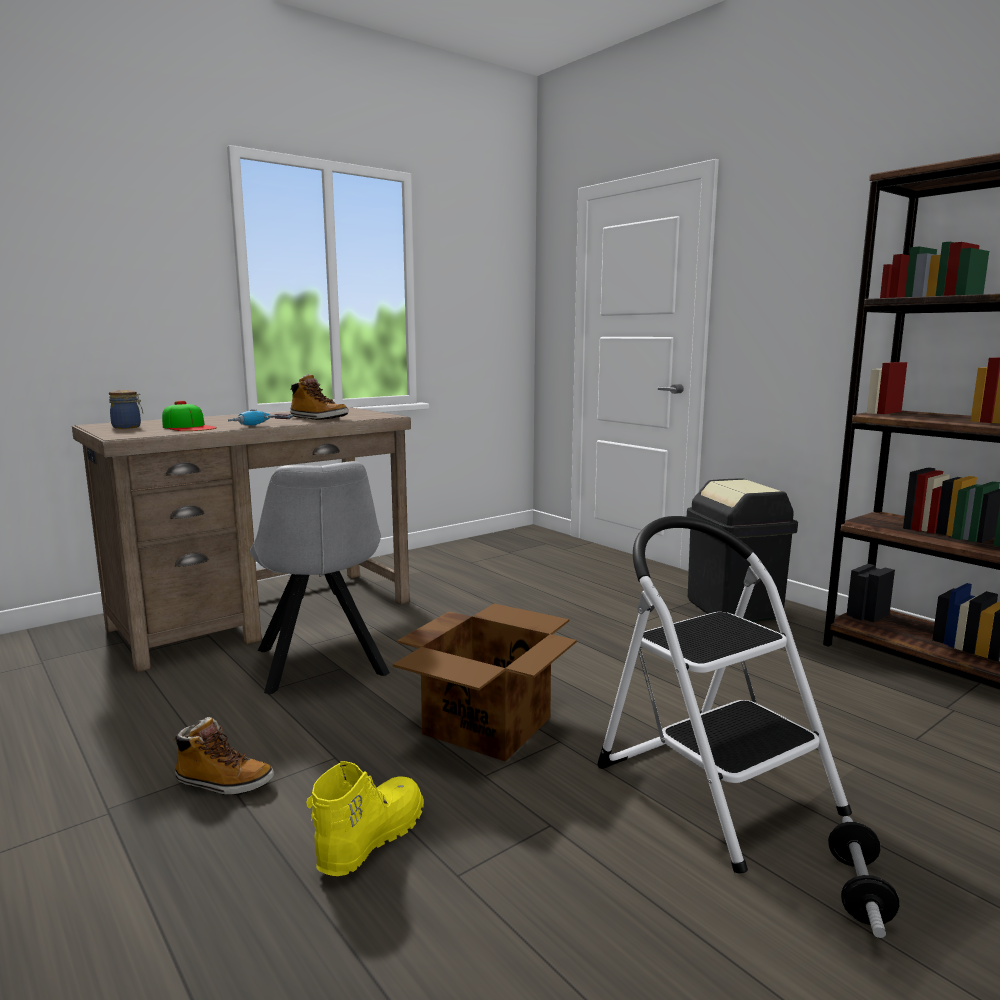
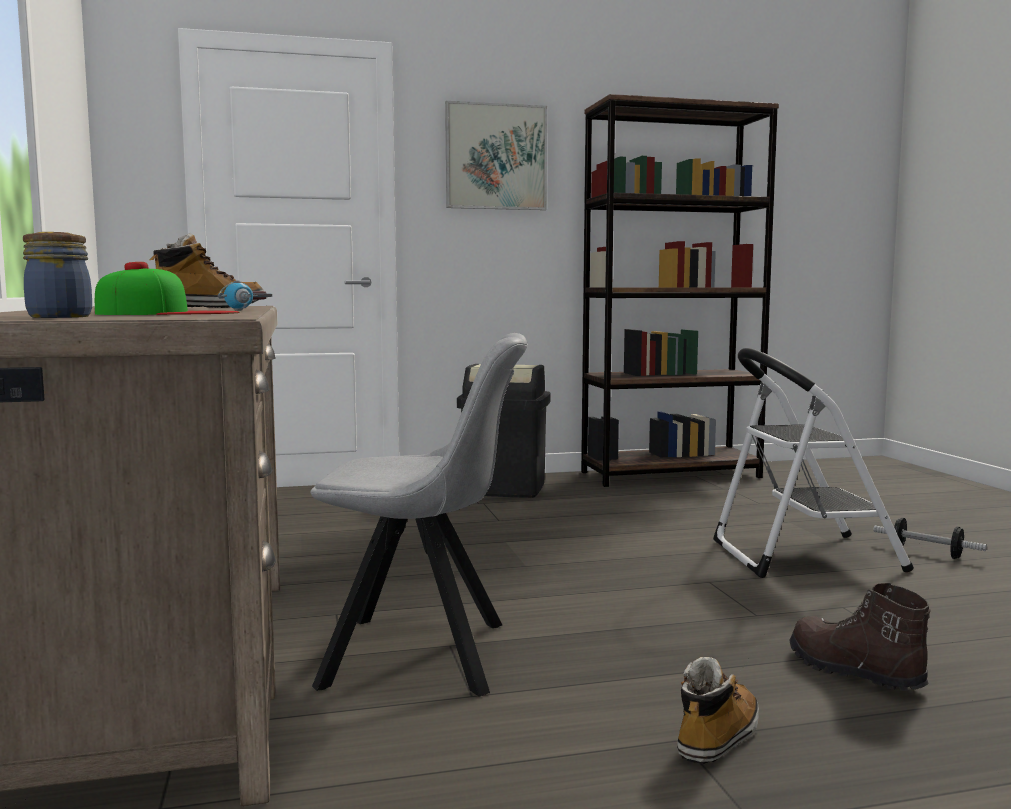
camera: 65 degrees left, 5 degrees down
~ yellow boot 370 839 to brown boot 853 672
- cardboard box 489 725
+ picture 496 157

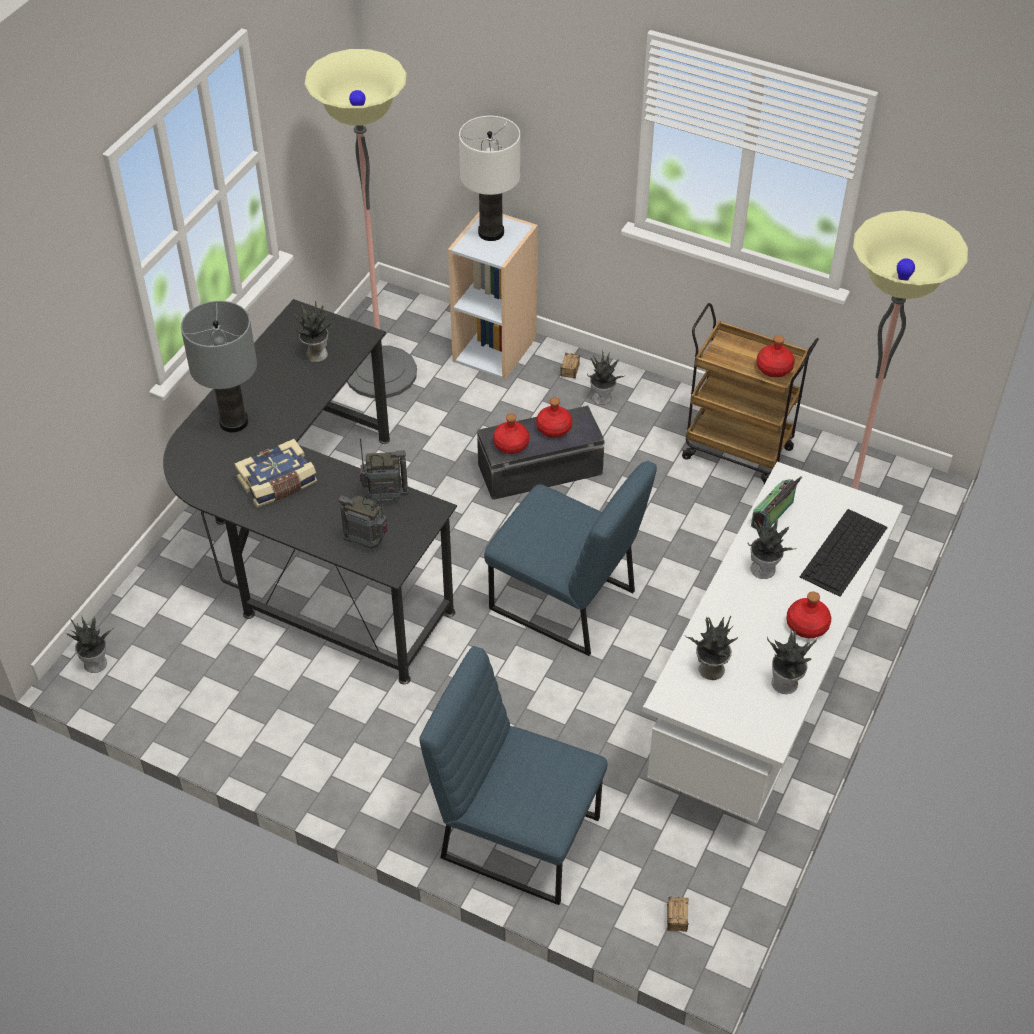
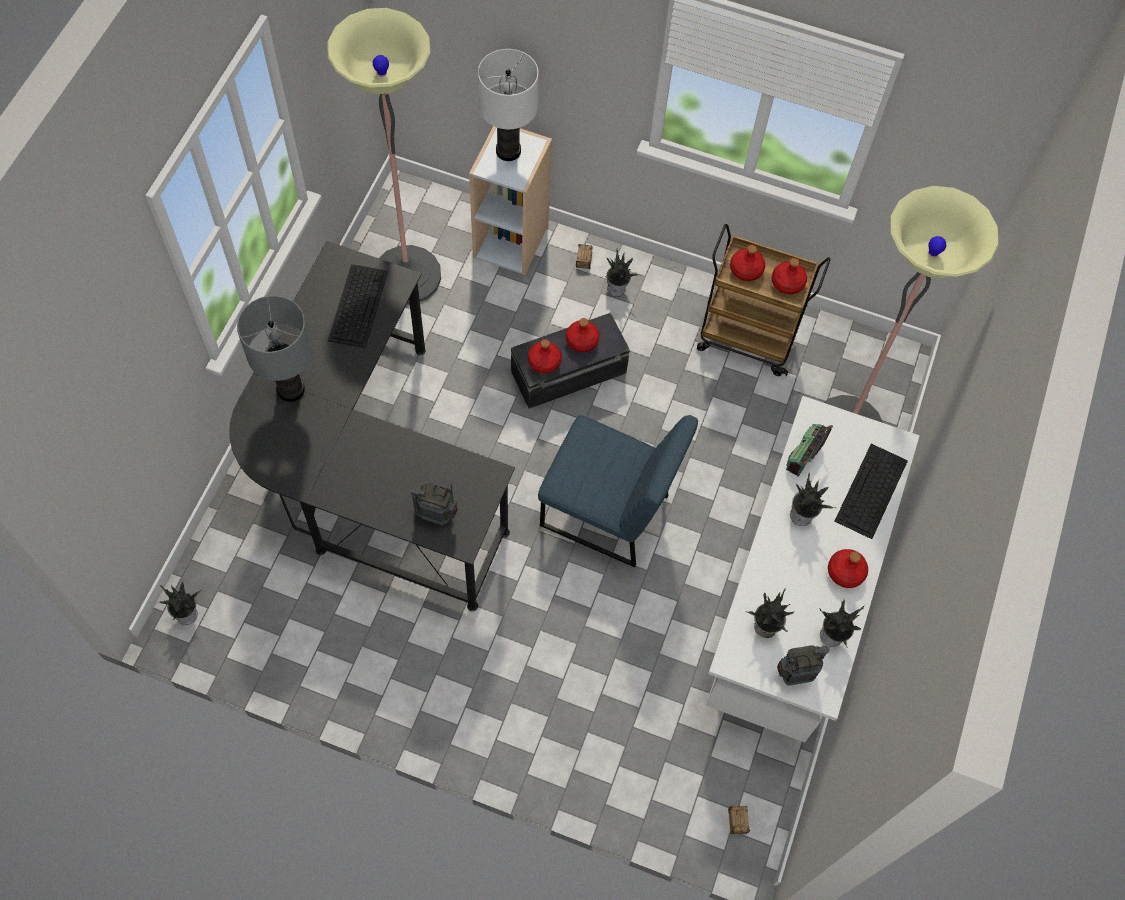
camera: 10 degrees left, 15 degrees up
- book 278 484
~ potted plant 316 354 to keyboard 358 304
~ radio 385 497 to 795 675
- blue chair 516 835
+ red bottle 746 269

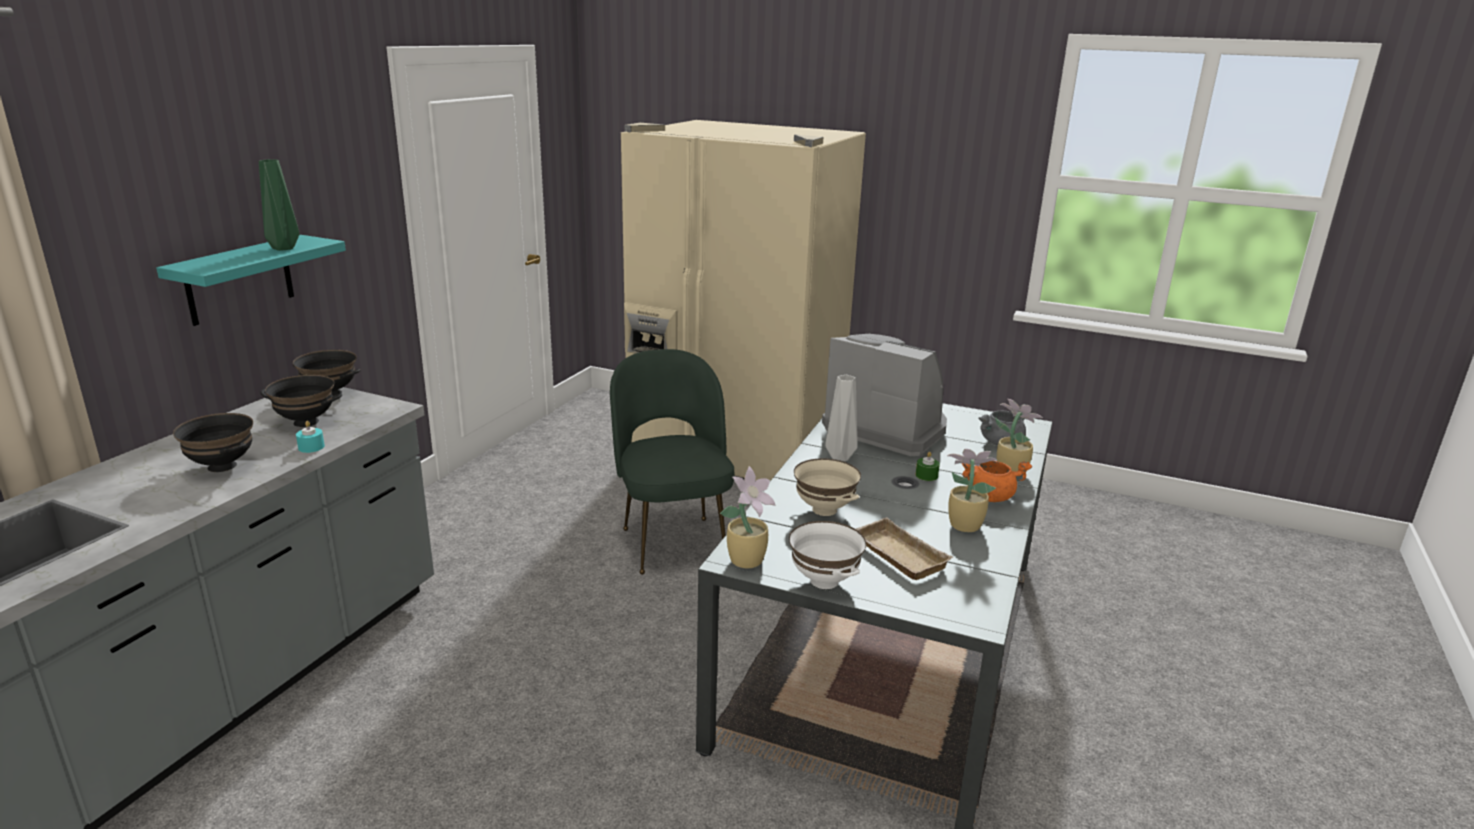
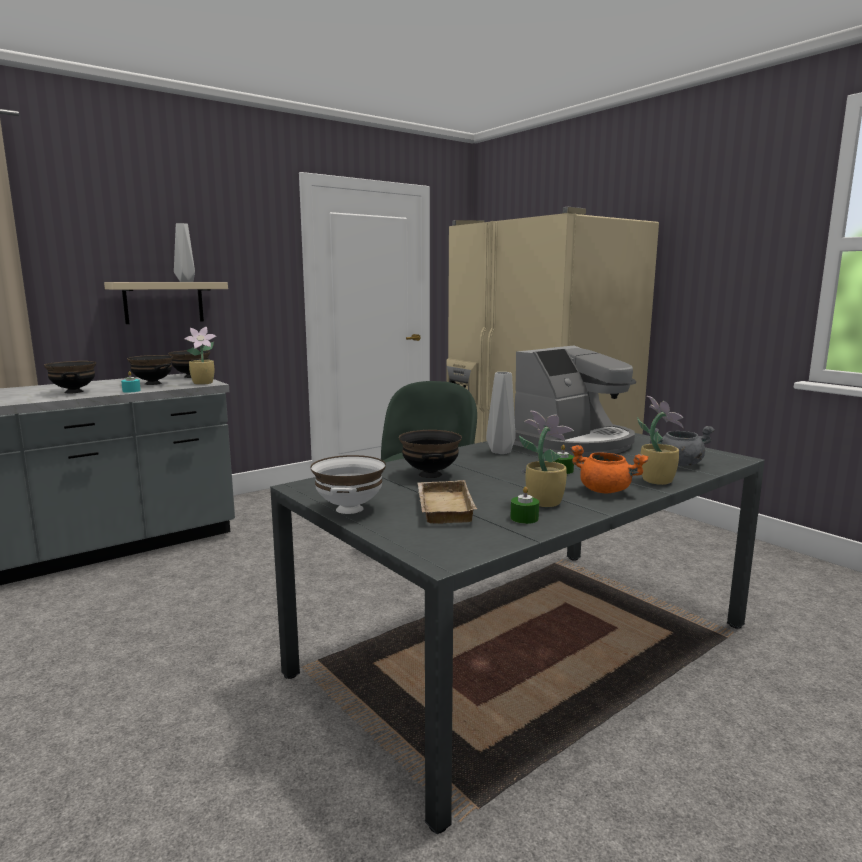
camera: 30 degrees right, 10 degrees down
~ turquoise shelf 239 280 to beige shelf 163 302
~ green vase 285 248 to grey vase 187 281
~ potted plant 748 560 to 204 383
~ beige bowl 823 510 to black bowl 429 474
~ coffee machine 886 429 = 574 443 75 degrees clockwise
+ green candle 524 518

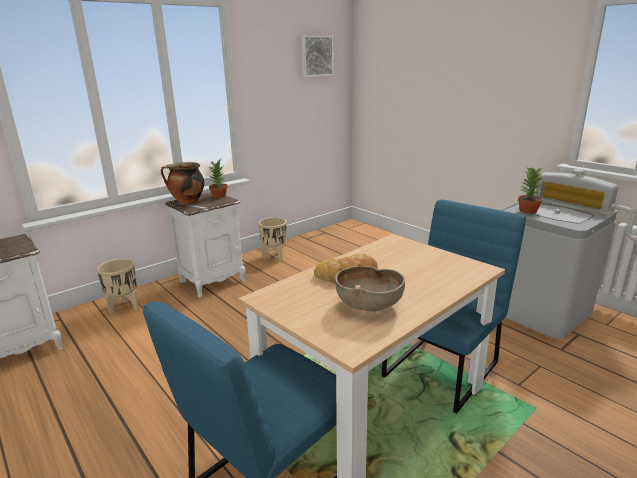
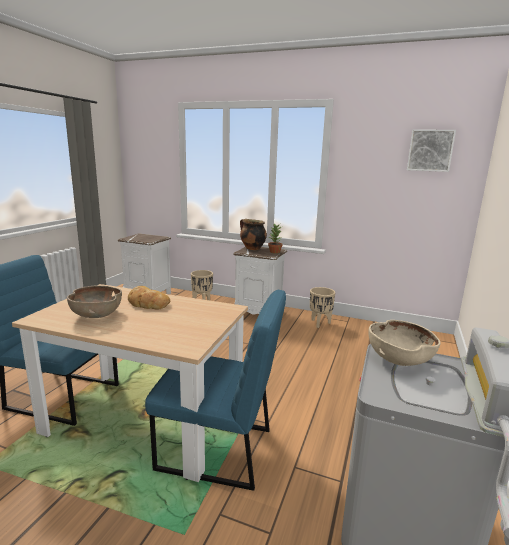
camera: 60 degrees right, 5 degrees down
~ potted plant 527 211 to beige bowl 399 359

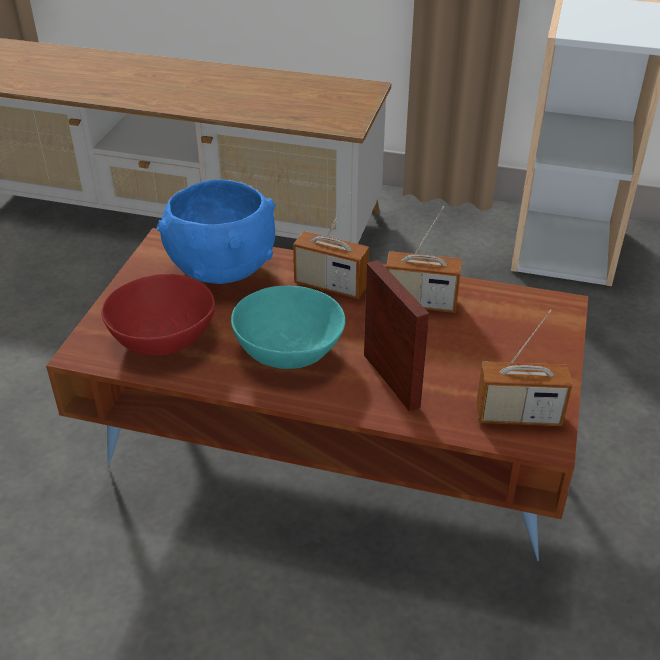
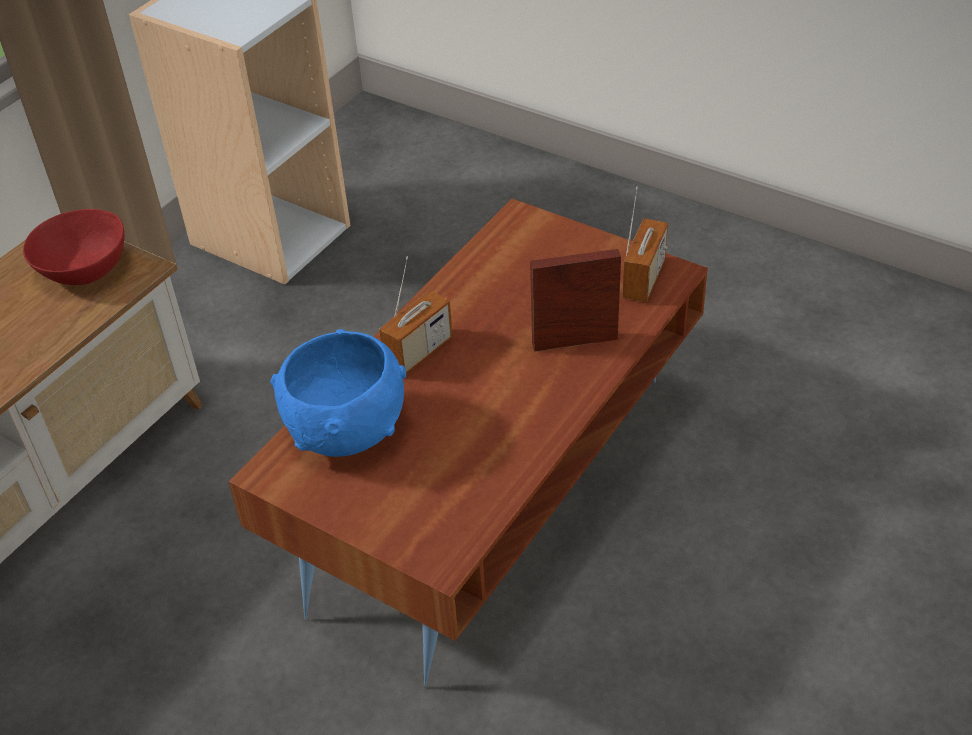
camera: 70 degrees left, 5 degrees up
~ red bowl 162 337 to 83 268
- turquoise bowl 289 350
- radio 420 303

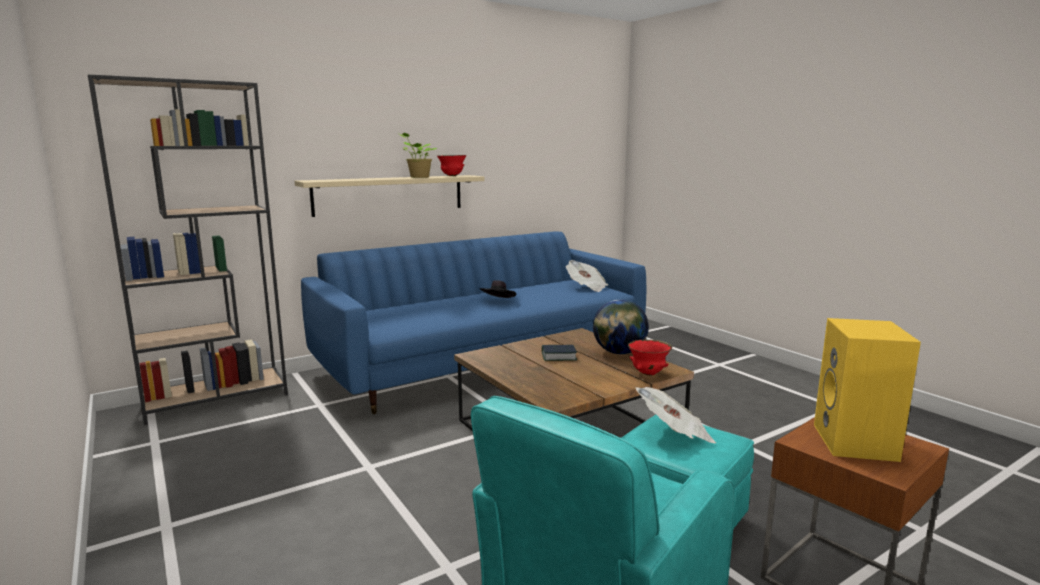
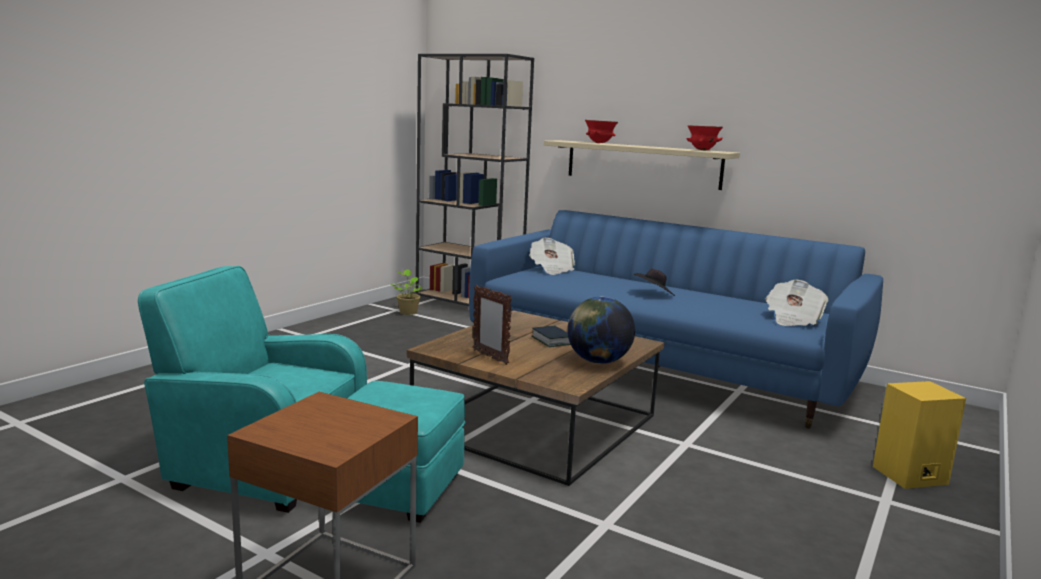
camera: 65 degrees right, 0 degrees up
~ potted plant 418 177 to 408 312
~ red bowl 648 373 to 599 143
~ newspaper 674 434 to 551 269
~ yellow speaker 857 443 to 909 476
+ picture frame 490 357

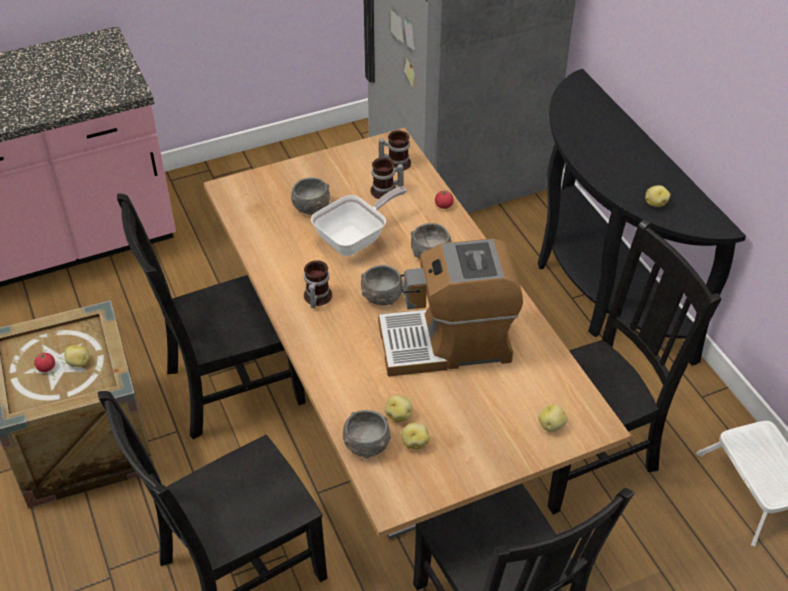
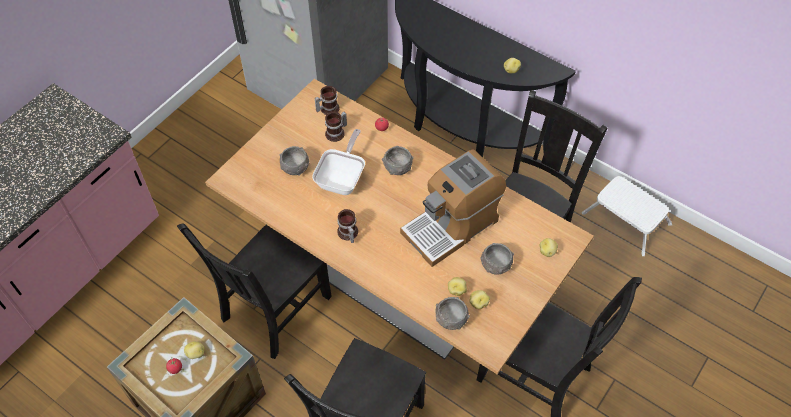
camera: 30 degrees left, 10 degrees up
~ grey bowl 382 296 to 496 265

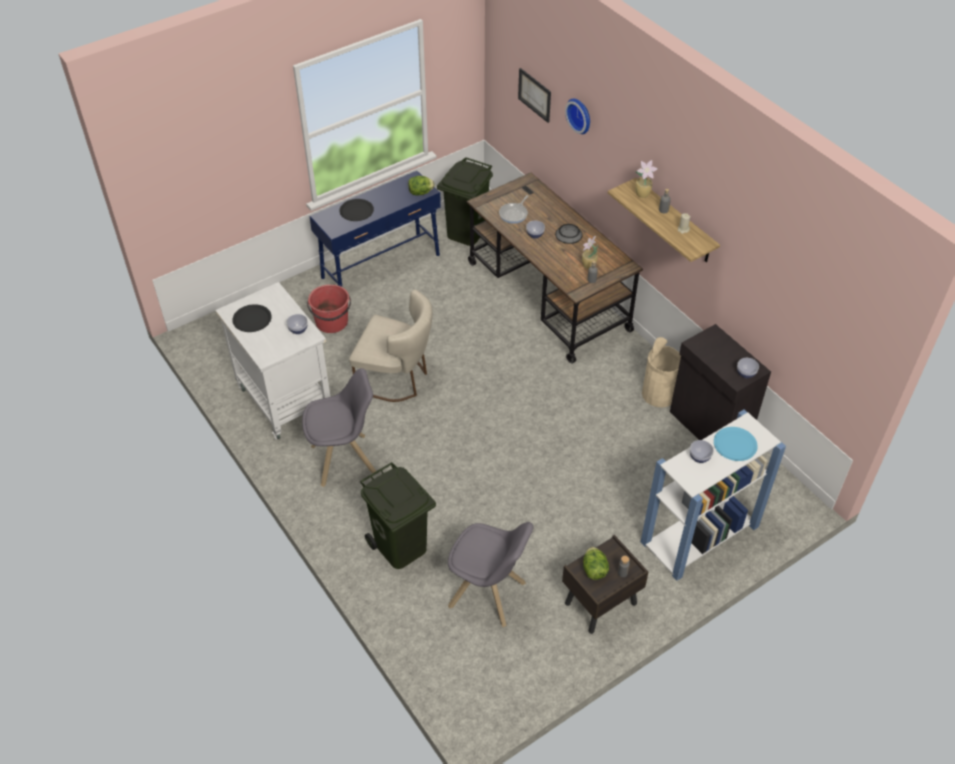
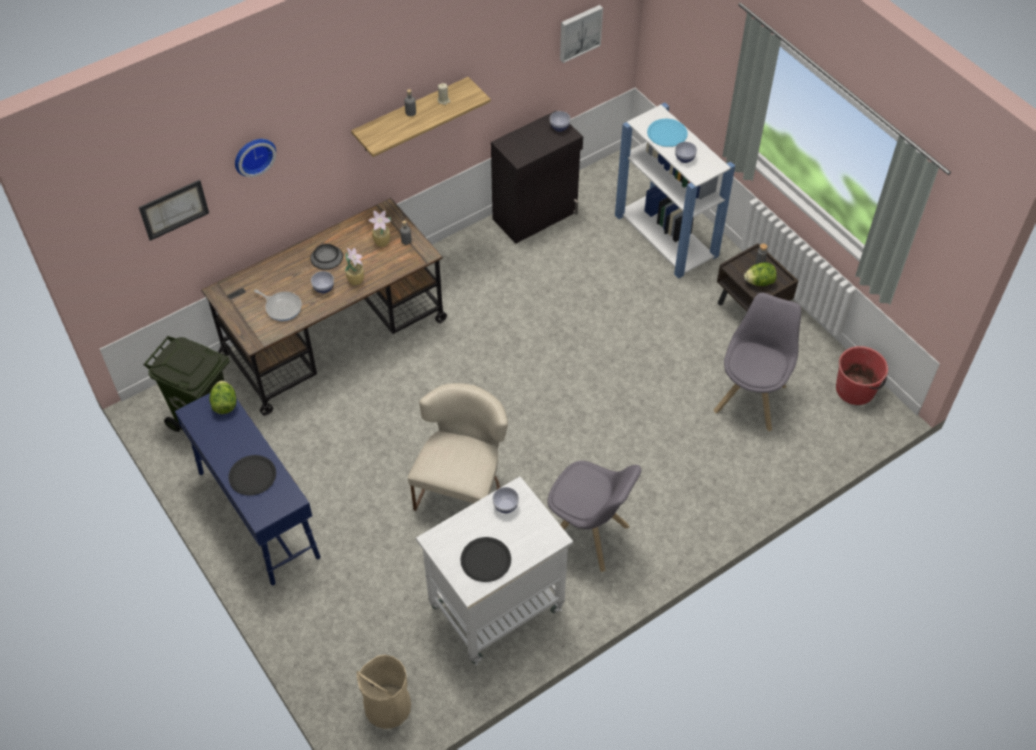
camera: 90 degrees left, 5 degrees up
~ grey chair 344 459 = 588 535 135 degrees clockwise
~ red bucket 332 322 to 855 389
- green trash can 400 547
~ potted plant 643 194 to 356 280
~ beige trash can 659 394 to 387 706
+ picture 579 32

